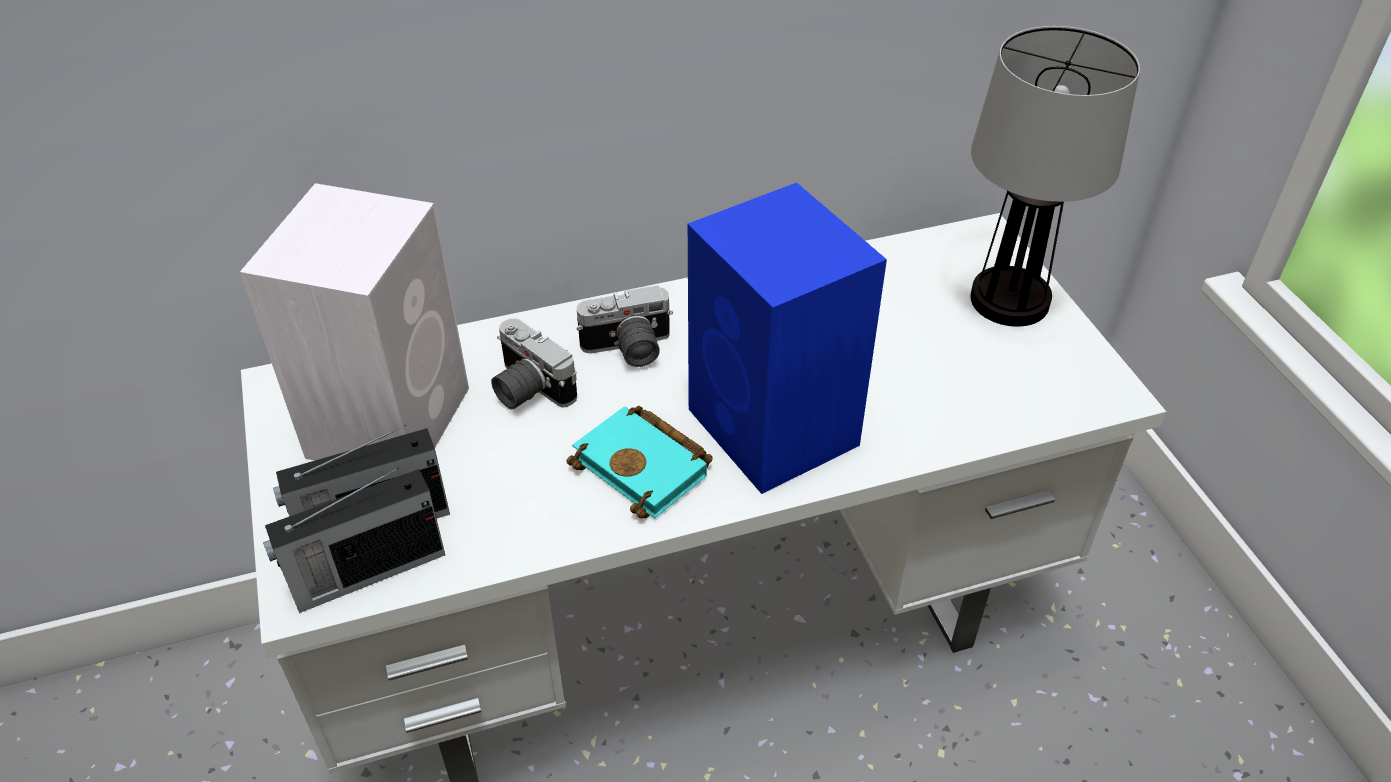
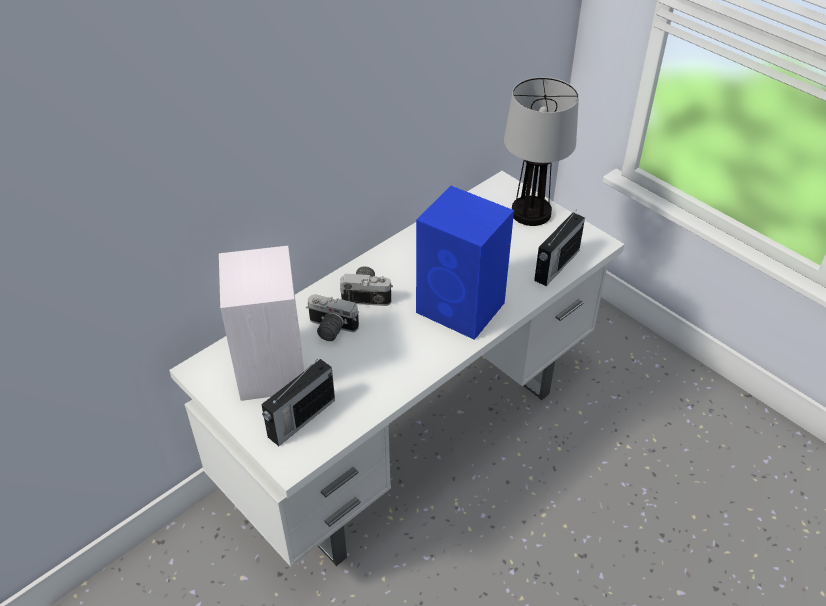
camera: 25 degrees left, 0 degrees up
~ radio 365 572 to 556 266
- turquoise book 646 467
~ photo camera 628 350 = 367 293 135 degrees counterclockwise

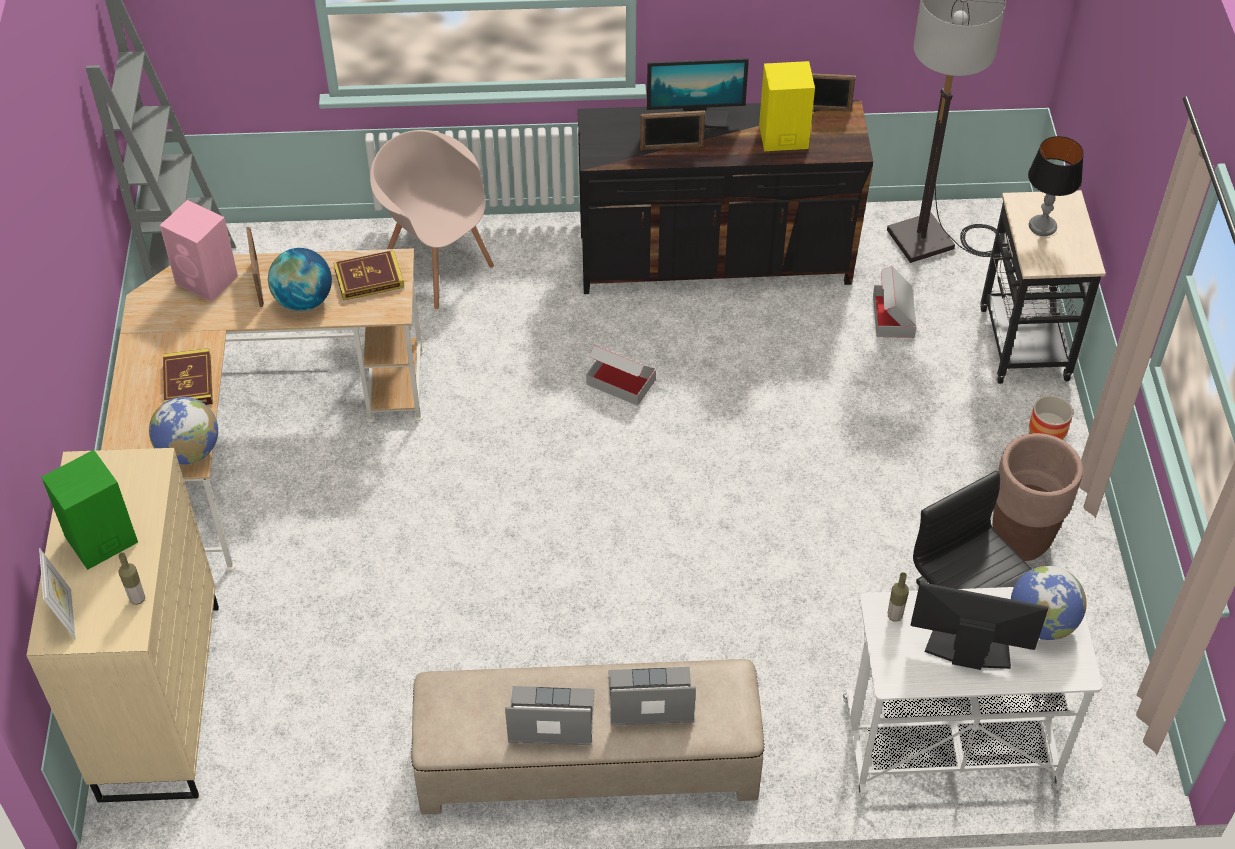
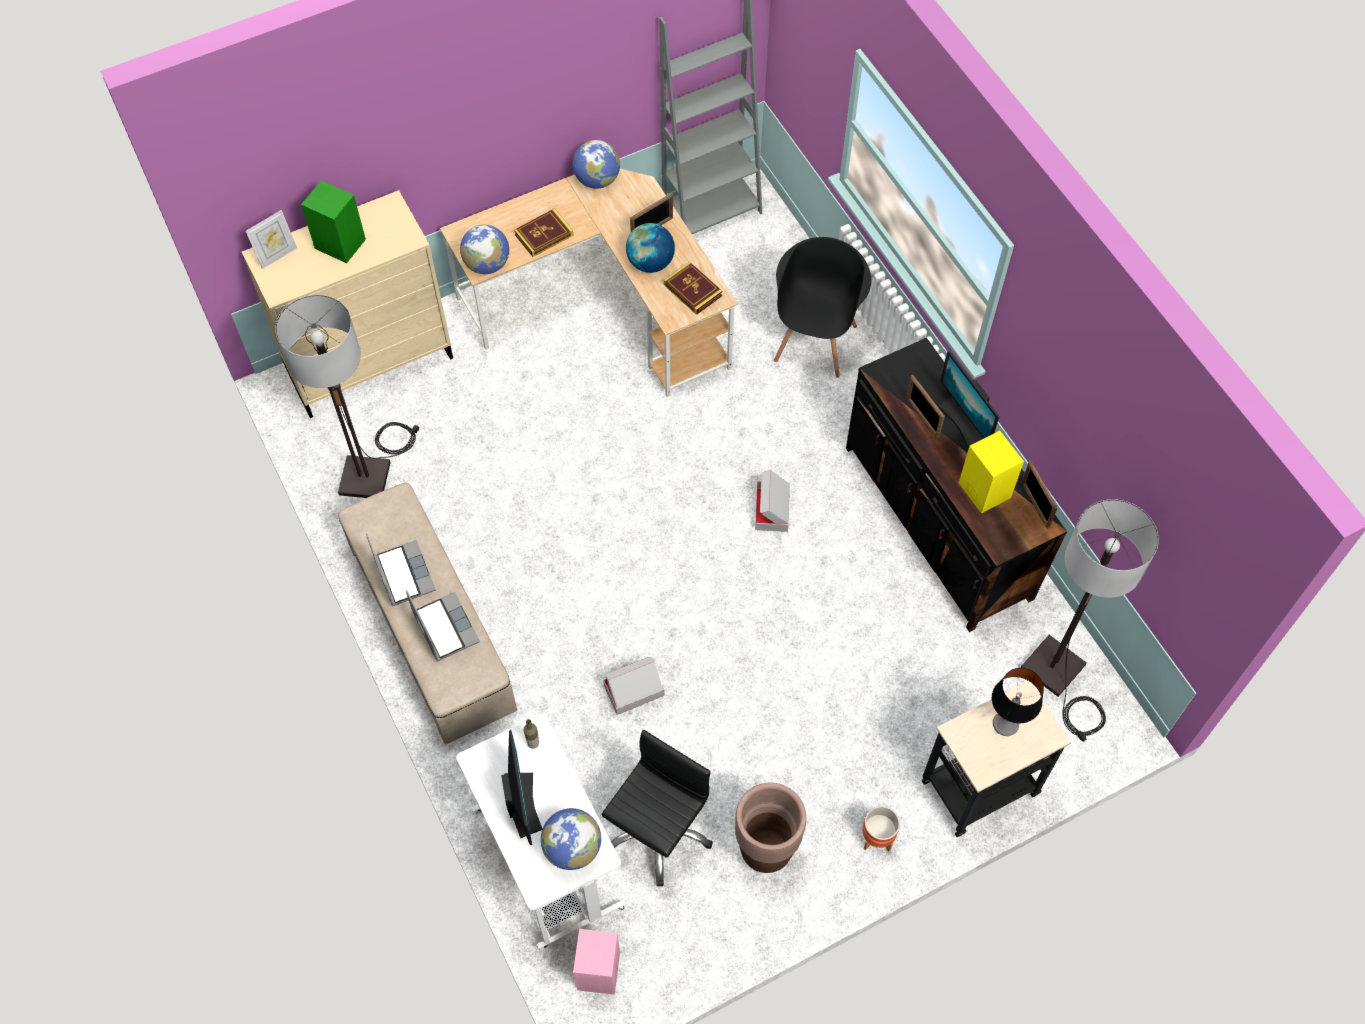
camera: 65 degrees right, 10 degrees up
- bottle 137 599
~ pink speaker 207 280 to 598 972
~ beige chair 436 267 to black chair 815 342
~ cardboard box 893 316 to 634 690
+ floor lamp 374 467
+ globe 597 180

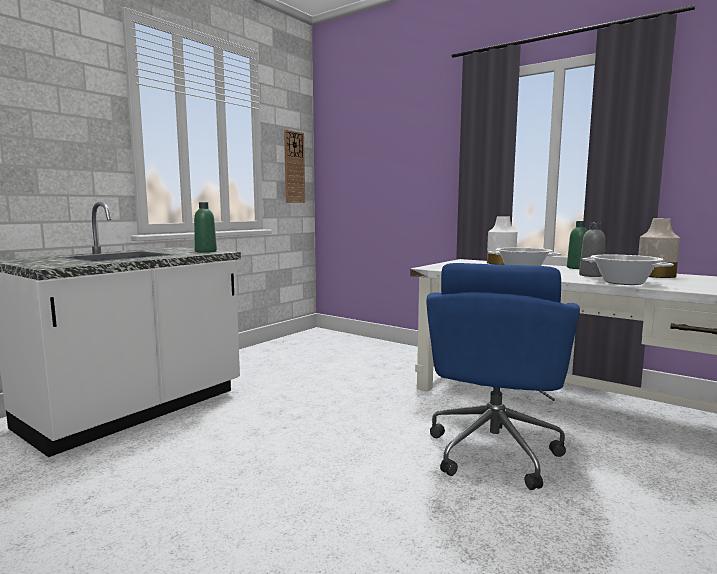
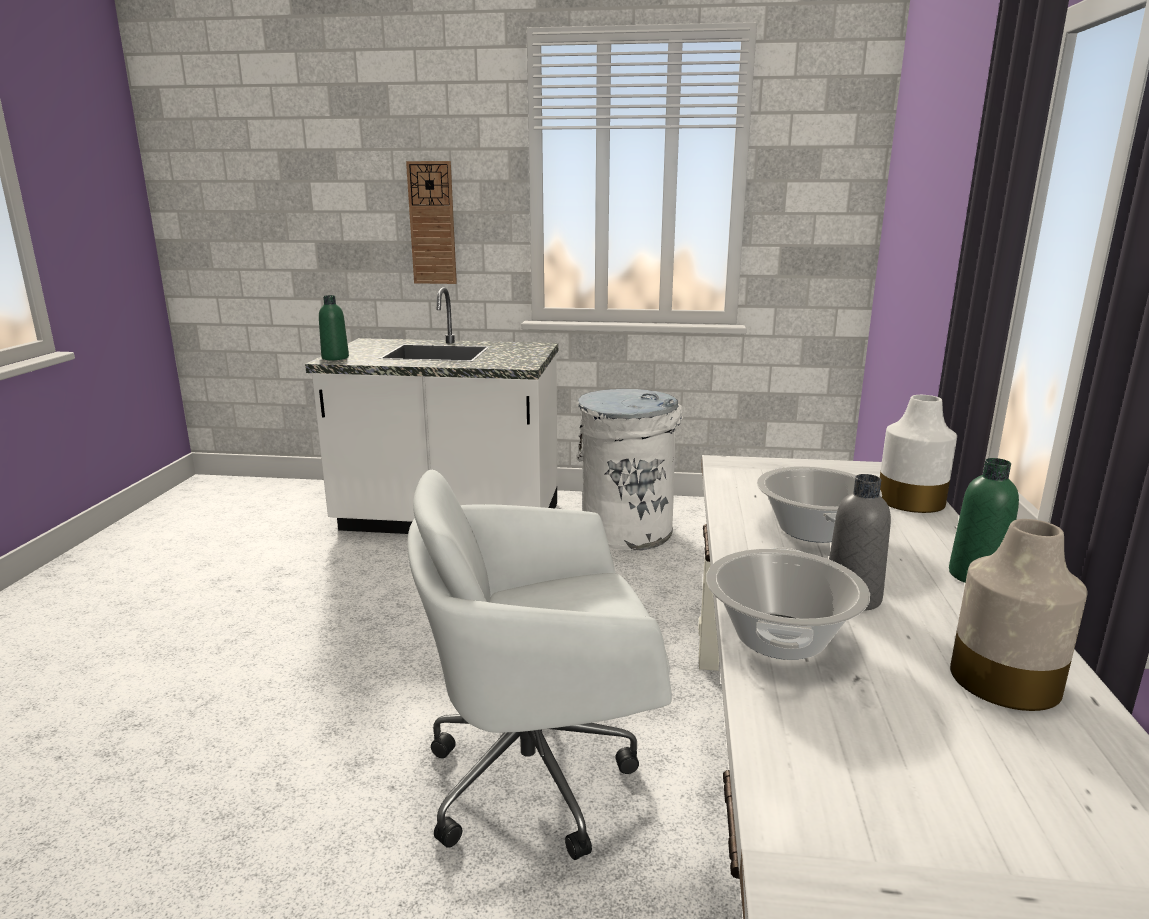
camera: 60 degrees right, 10 degrees up
~ green bottle 206 251 to 335 358
~ wall clock 294 167 to 432 223
~ blue office chair 493 450 to white office chair 540 780
+ white trash can 626 530

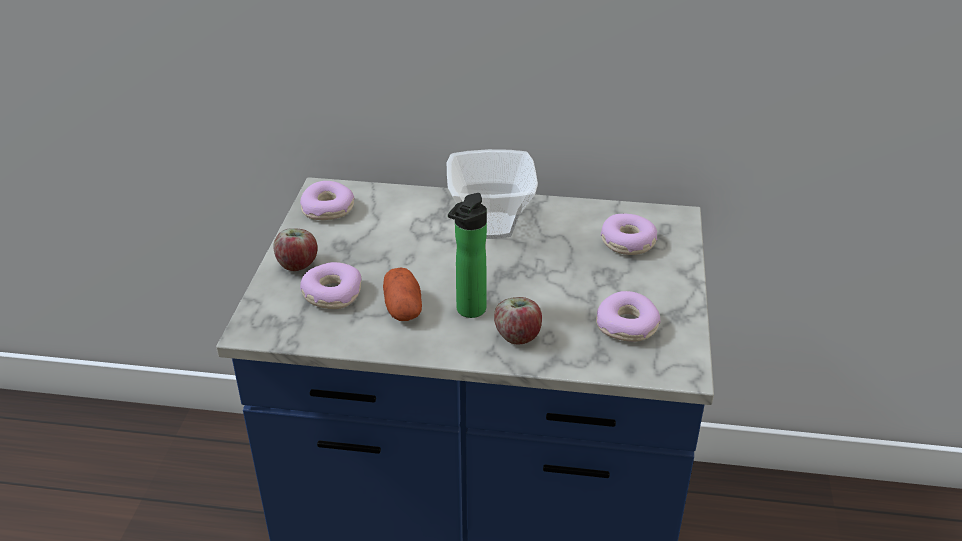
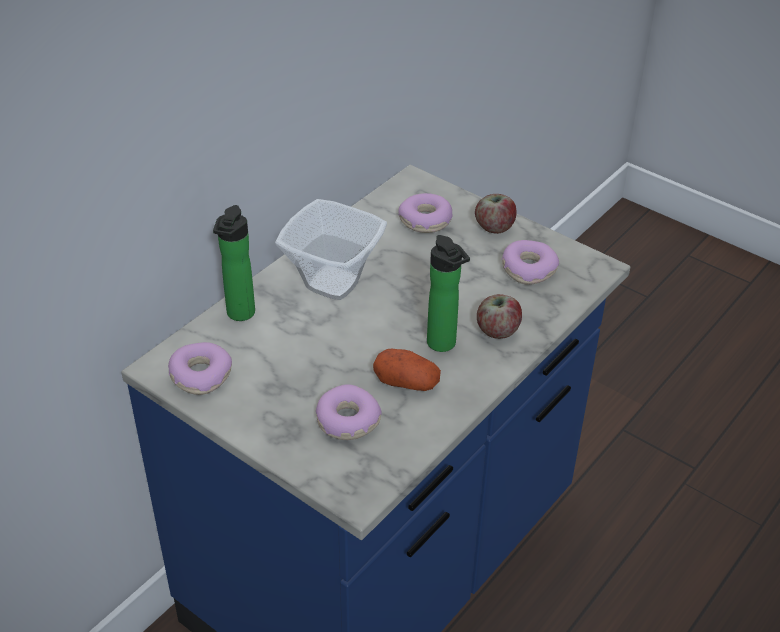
camera: 60 degrees left, 5 degrees up
~ apple 298 264 to 494 227
+ bottle 239 315

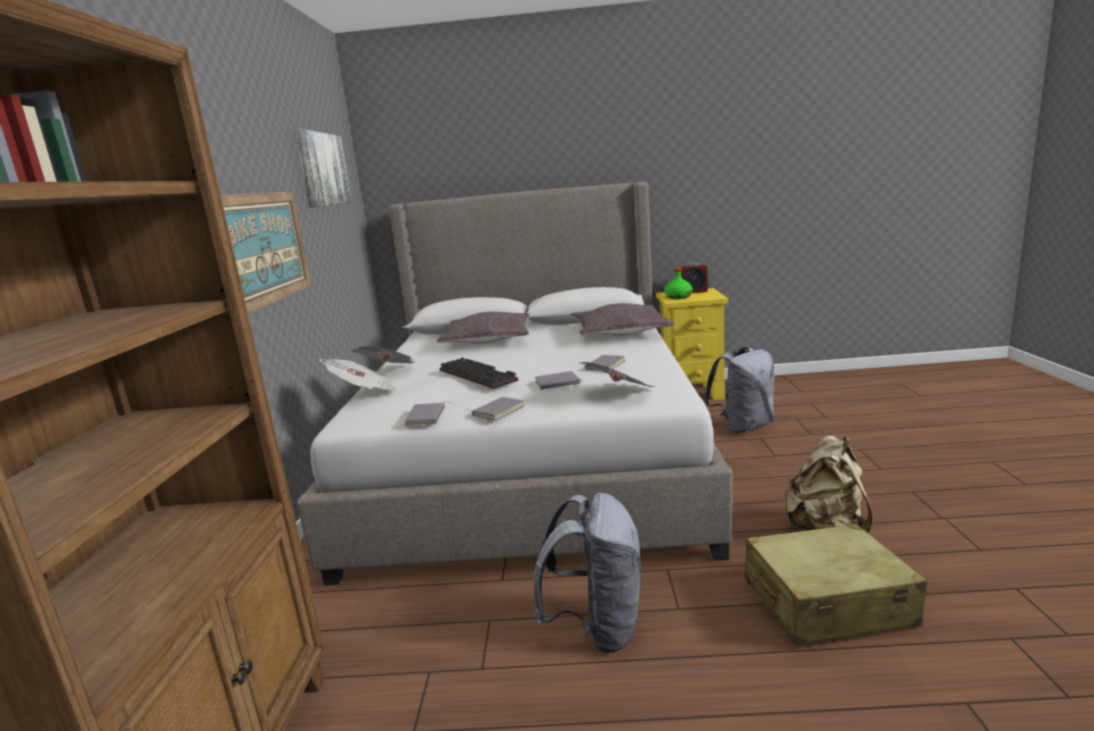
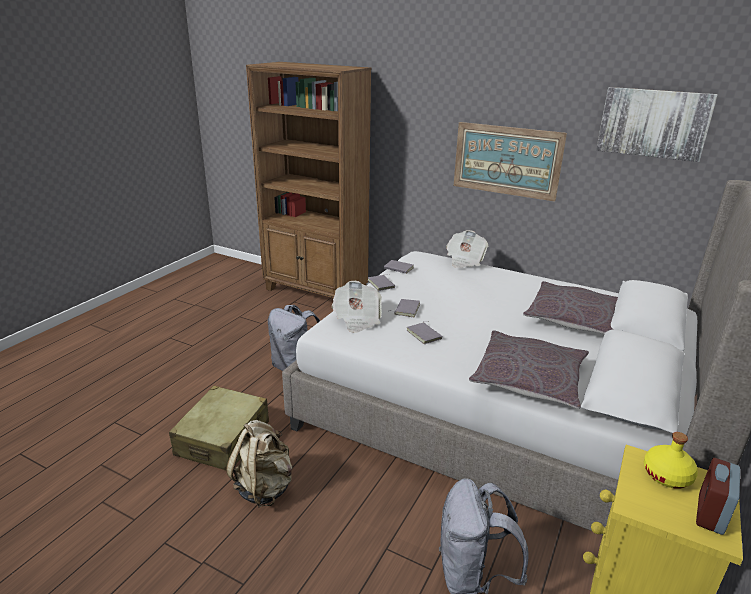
camera: 115 degrees right, 10 degrees up
- newspaper 389 371
- keyboard 480 375
~ green bottle 678 297 to yellow bottle 667 475

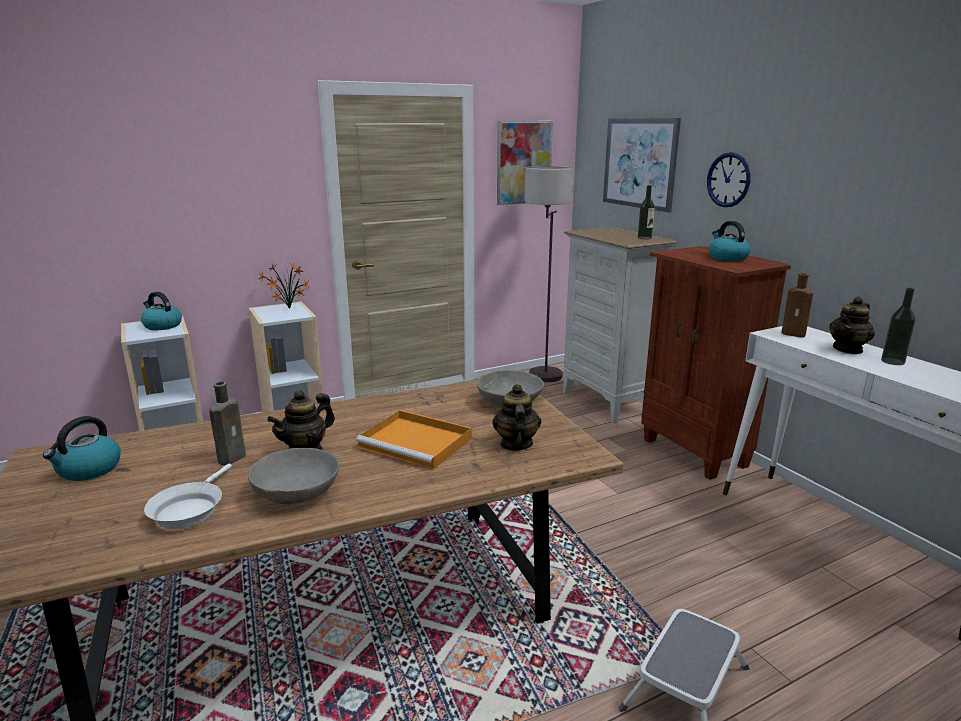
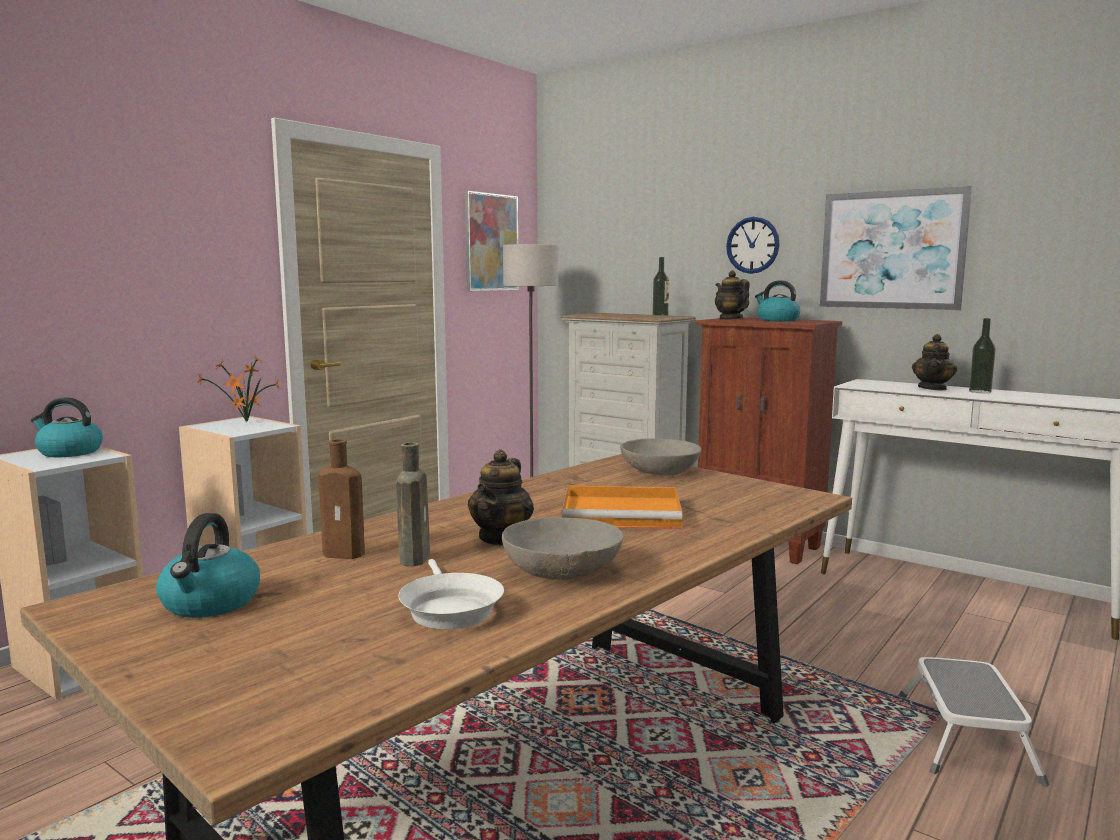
camera: 25 degrees left, 10 degrees down
~ teapot 515 444 to 730 319
~ picture 640 163 to 891 250
~ brown bottle 795 334 to 346 554

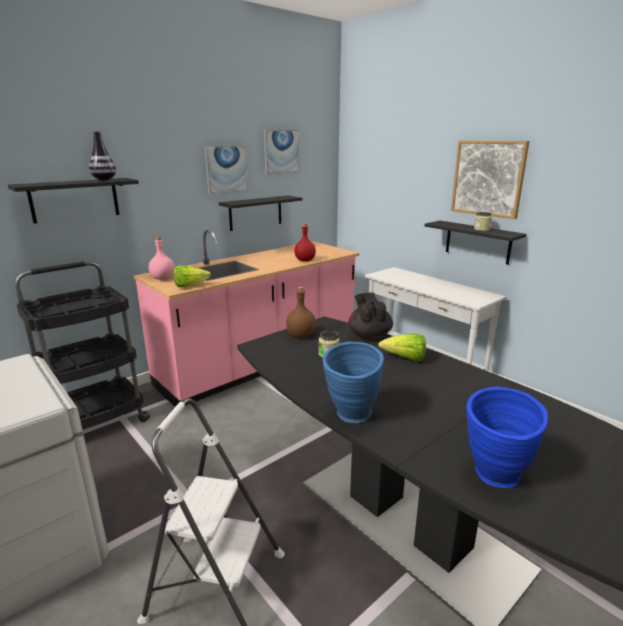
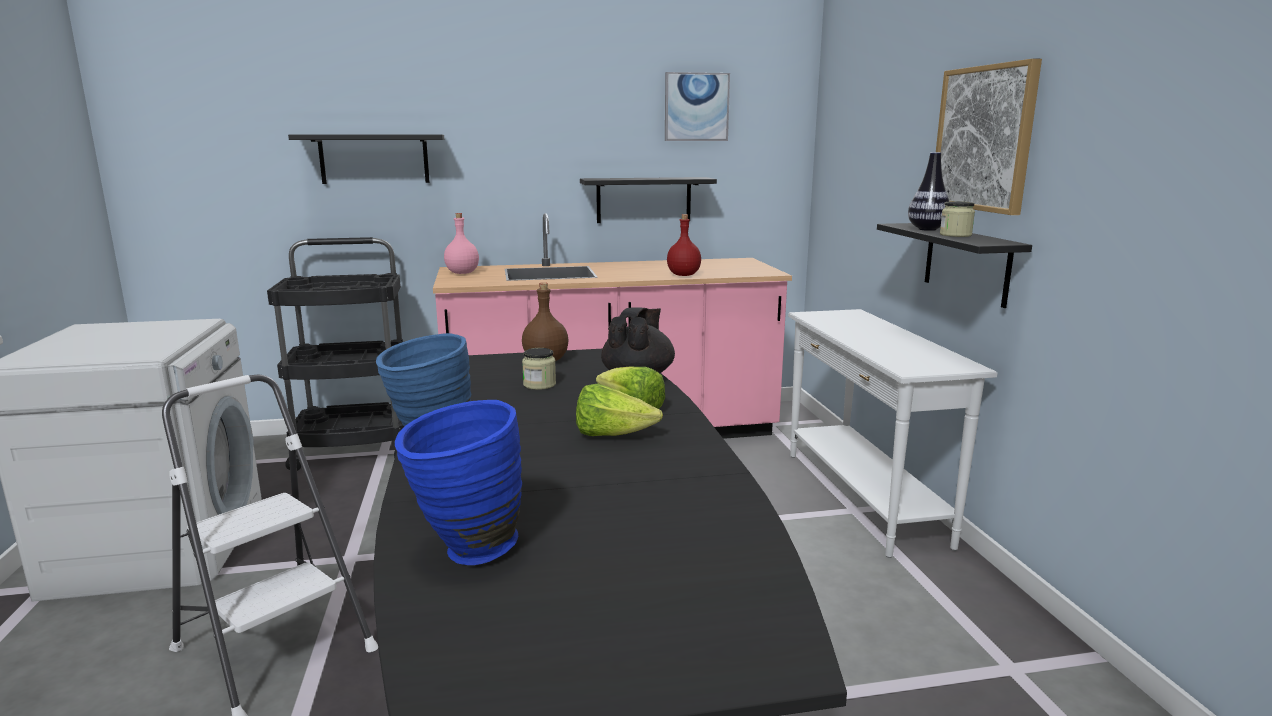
camera: 30 degrees right, 5 degrees down
~ vase 104 179 to 927 229
~ lettuce 190 286 to 612 435
- picture 226 169

